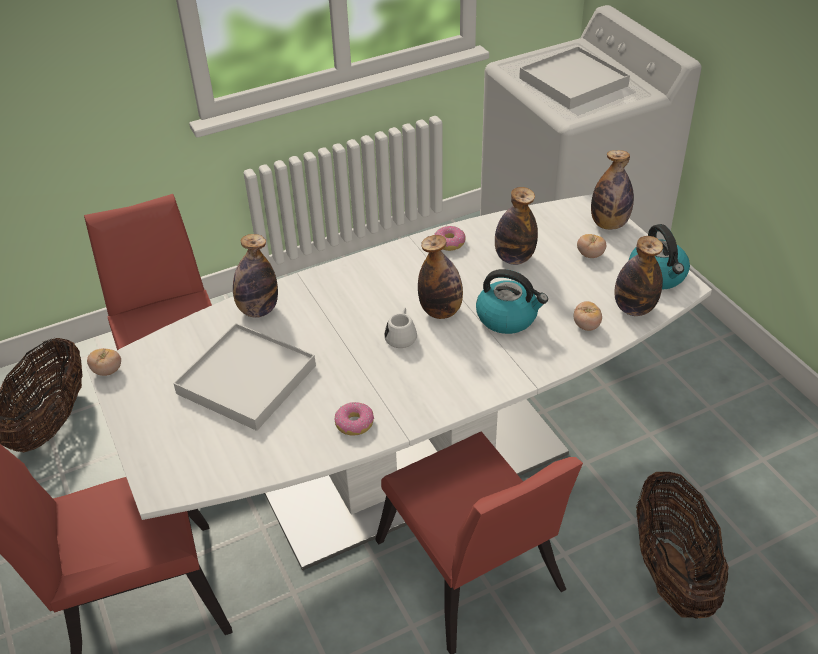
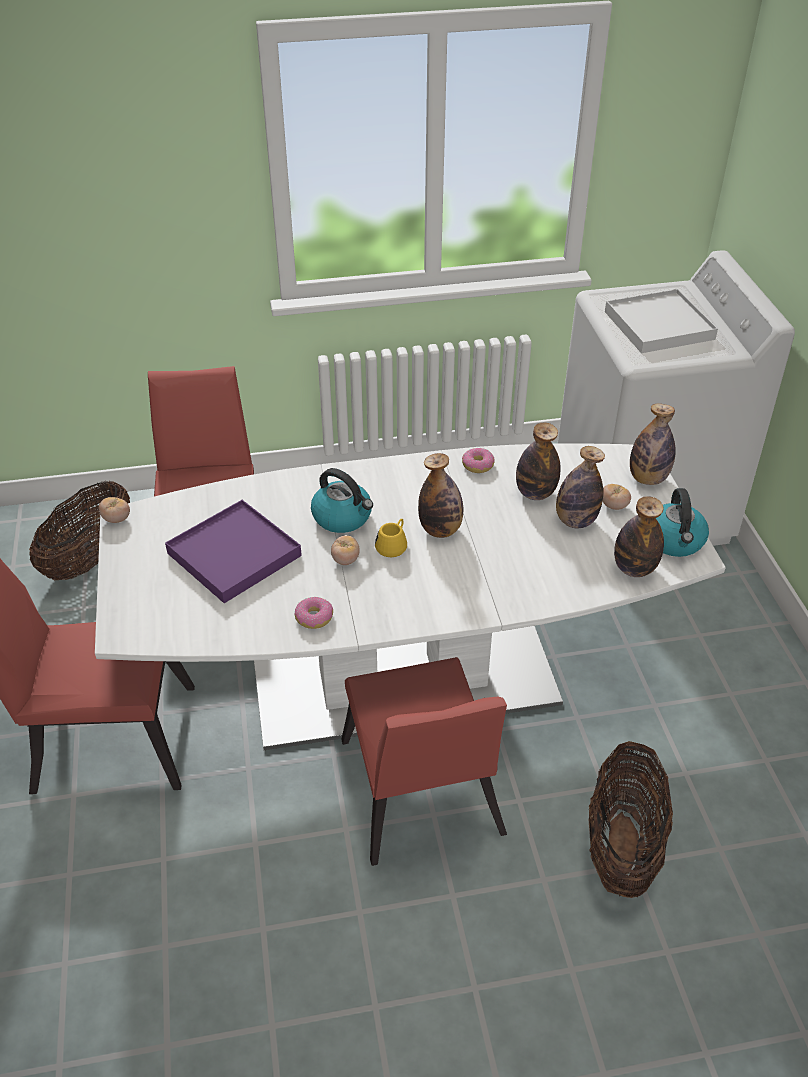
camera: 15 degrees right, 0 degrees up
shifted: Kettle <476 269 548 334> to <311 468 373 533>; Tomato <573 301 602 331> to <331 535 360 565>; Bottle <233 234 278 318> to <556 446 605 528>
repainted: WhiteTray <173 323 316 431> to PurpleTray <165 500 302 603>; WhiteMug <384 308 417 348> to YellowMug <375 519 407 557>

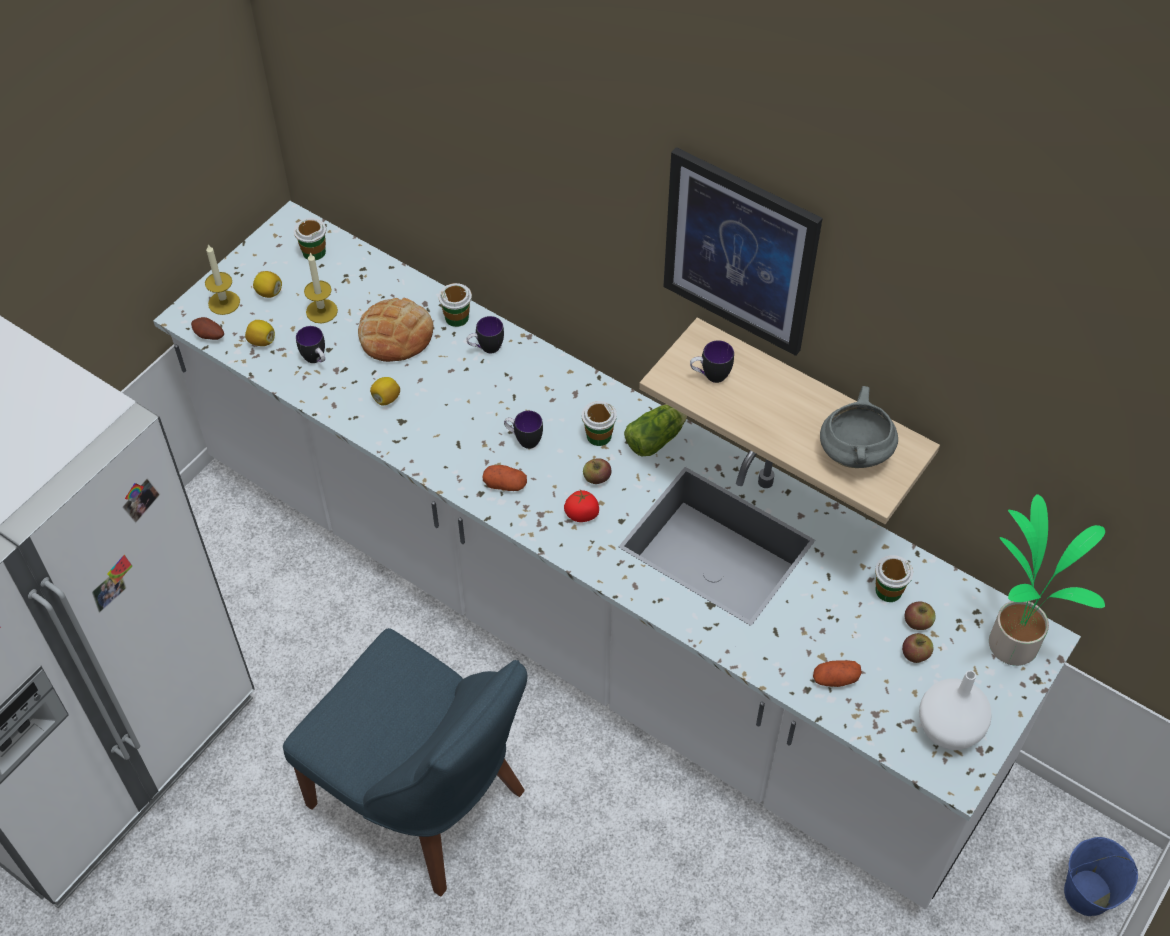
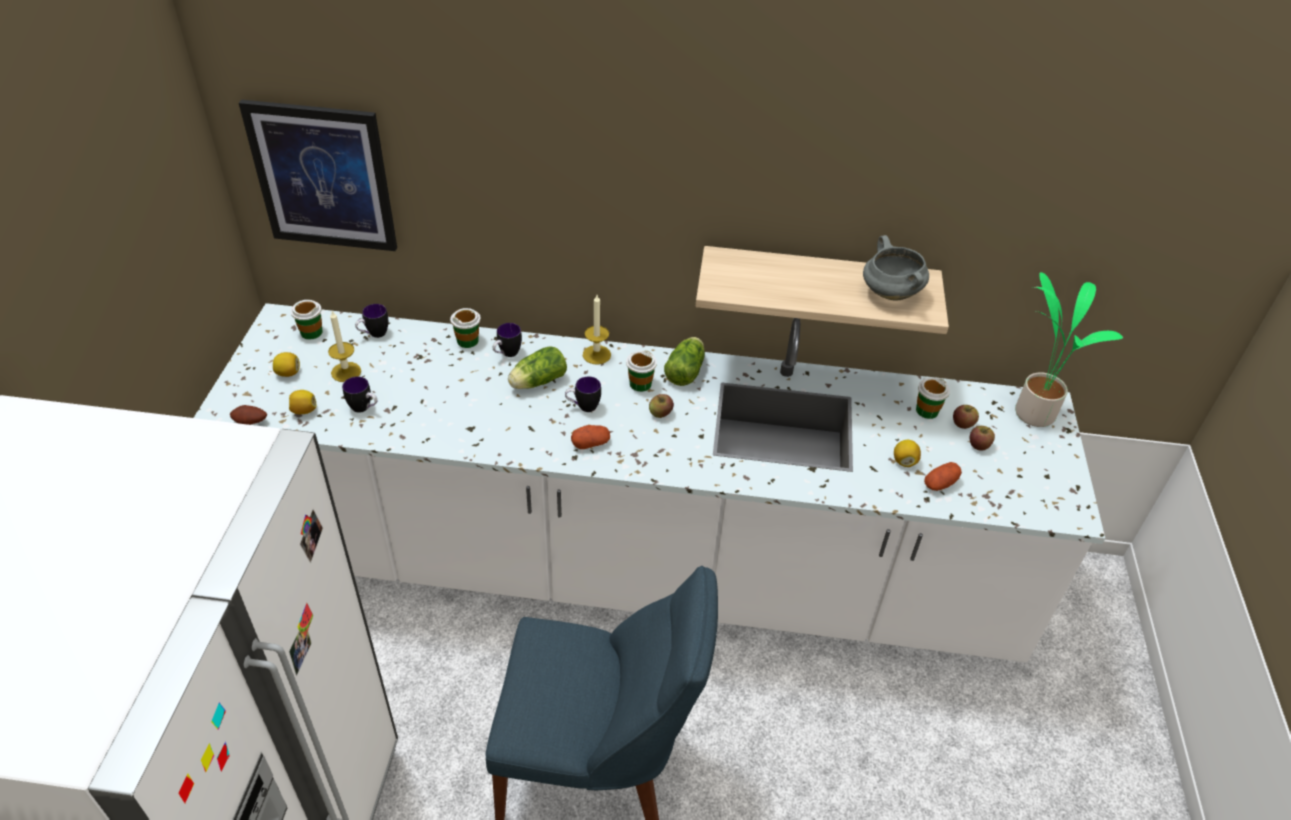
camera: 30 degrees left, 10 degrees down
gone: Bread <358 298 434 362>; Tomato <564 490 599 522>; WhiteVase <919 670 992 750>; BlueBucket <1064 837 1138 916>
new: Lettuce <508 346 567 389>
shifted: Picture <663 147 823 356> to <239 100 397 251>; Mug <690 340 734 383> to <355 304 388 338>; Candle <205 244 240 315> to <583 295 611 364>; Lemon <370 377 400 405> to <894 440 921 467>

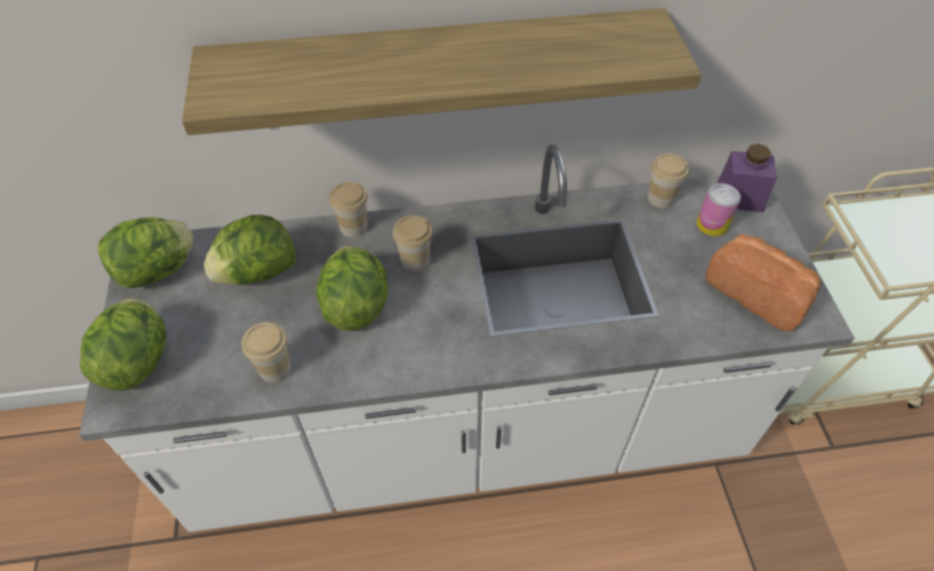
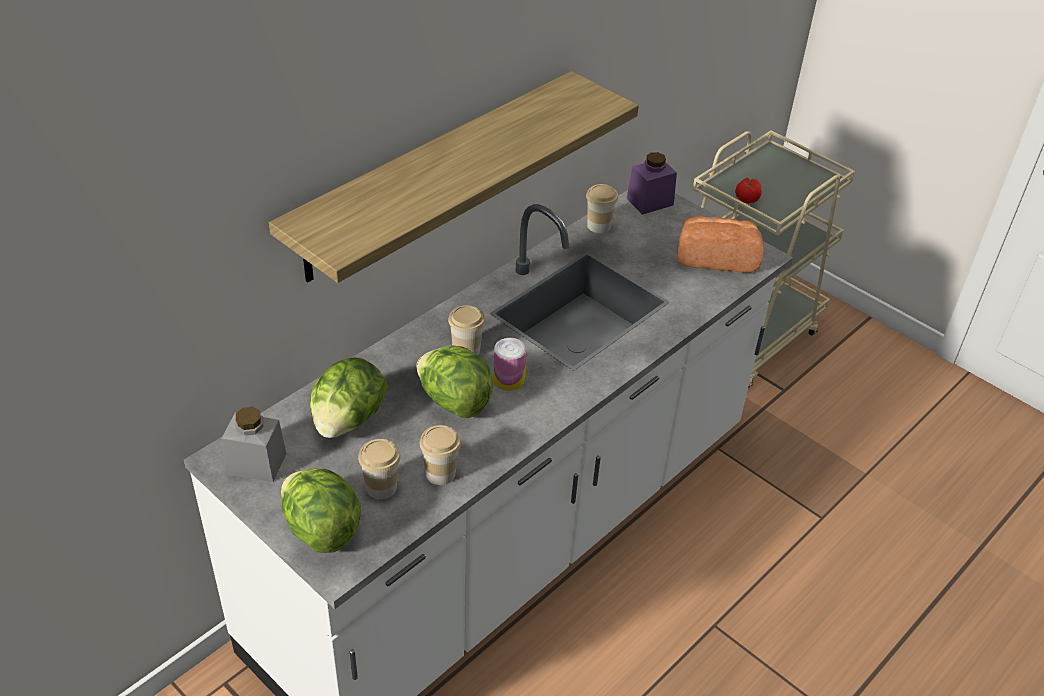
camera: 40 degrees left, 10 degrees down
new: Tomato <735 178 762 203>
shifted: Cup <329 182 368 237> to <358 439 401 500>; Can <696 183 741 236> to <493 338 527 391>
swapped: Lettuce <98 217 194 288> to GreyJar <221 407 286 482>

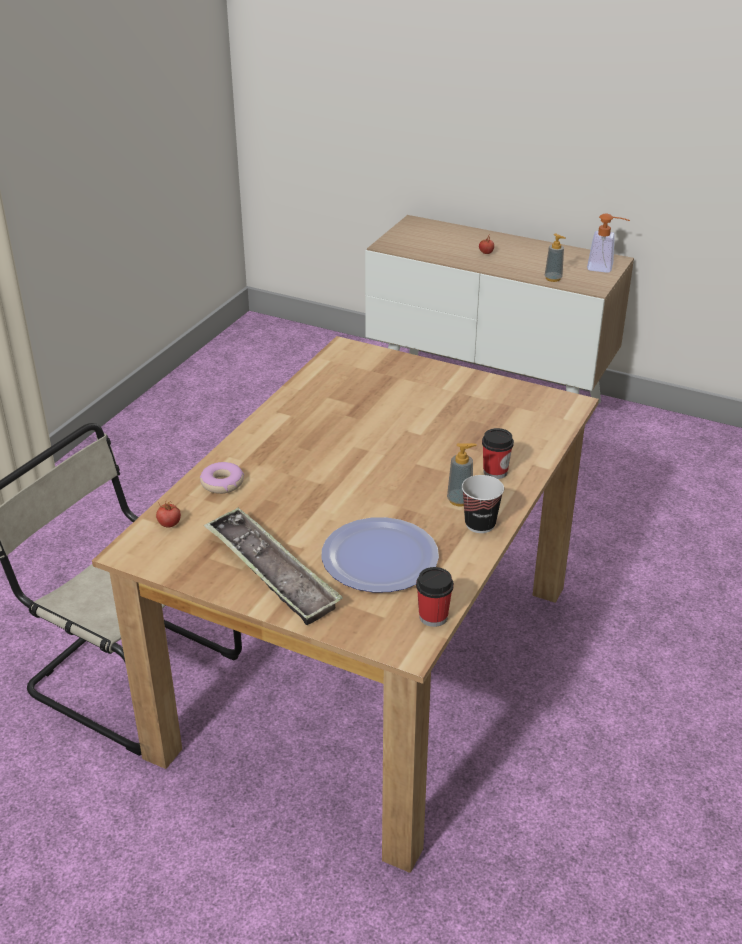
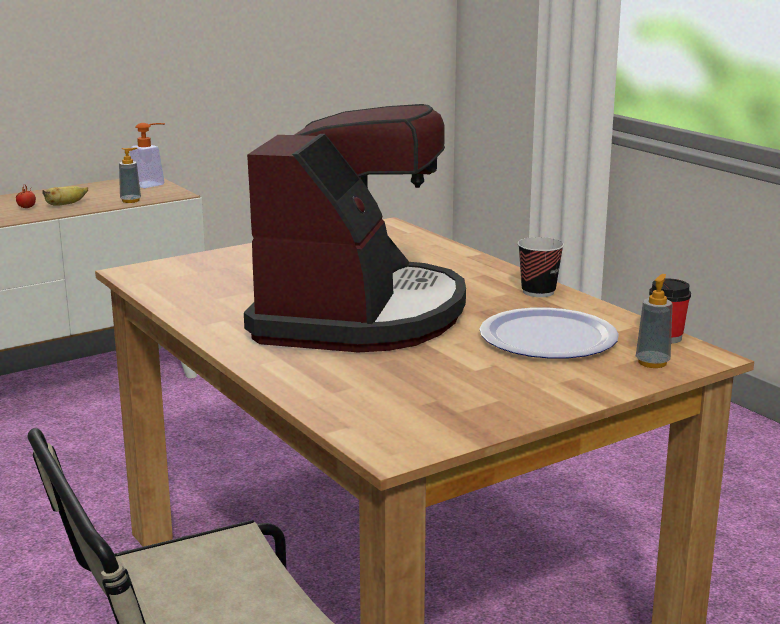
camera: 60 degrees left, 15 degrees down
gone: Tomato <156 502 181 528>; Donut <200 462 244 494>; Tray <204 508 343 625>; Cup <482 428 514 479>
new: Banana <42 186 88 206>; CoffeeMachine <244 104 466 352>
shifted: SoapDispenser <447 443 477 507> to <636 274 673 368>

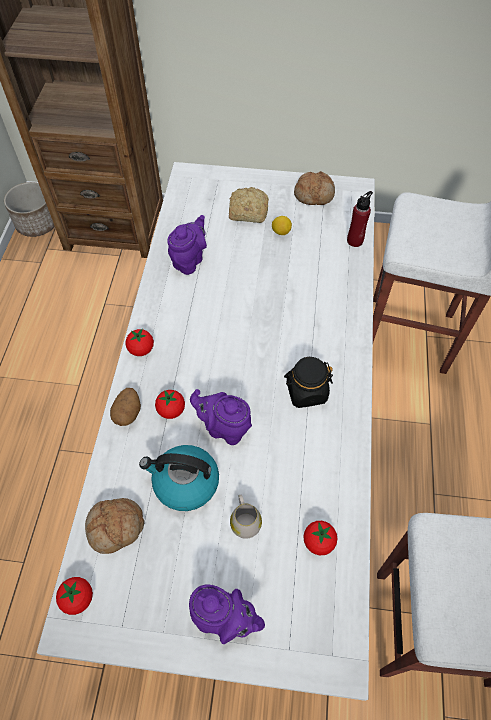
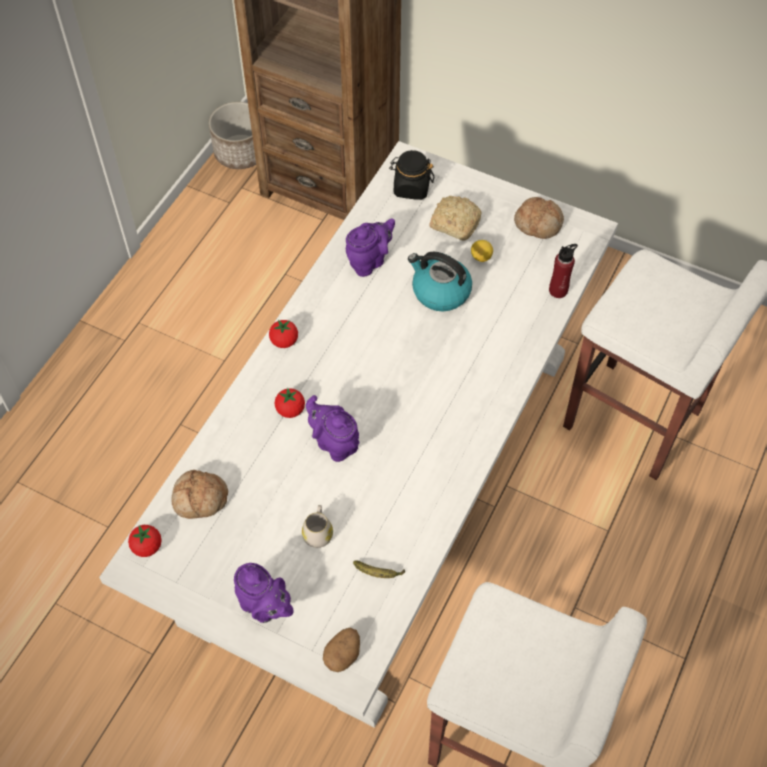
camera: 20 degrees right, 0 degrees up
shifted: Potato <110 388 141 426> to <323 628 360 672>; BlackJar <284 357 333 408> to <389 150 434 200>; Kettle <139 445 219 511> to <408 252 472 311>
swapped: Tomato <303 521 338 555> to Banana <353 560 405 578>

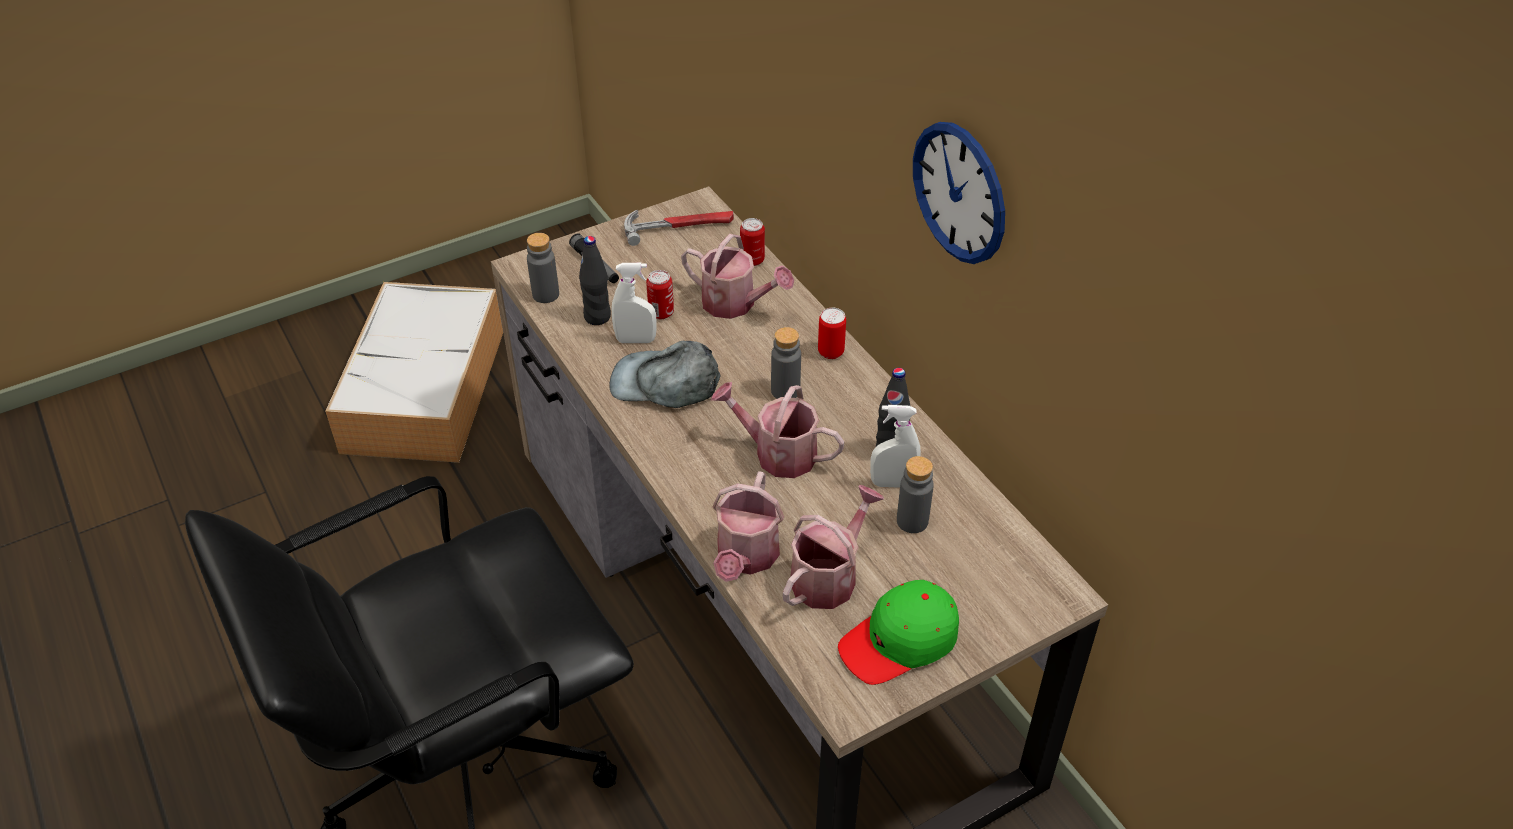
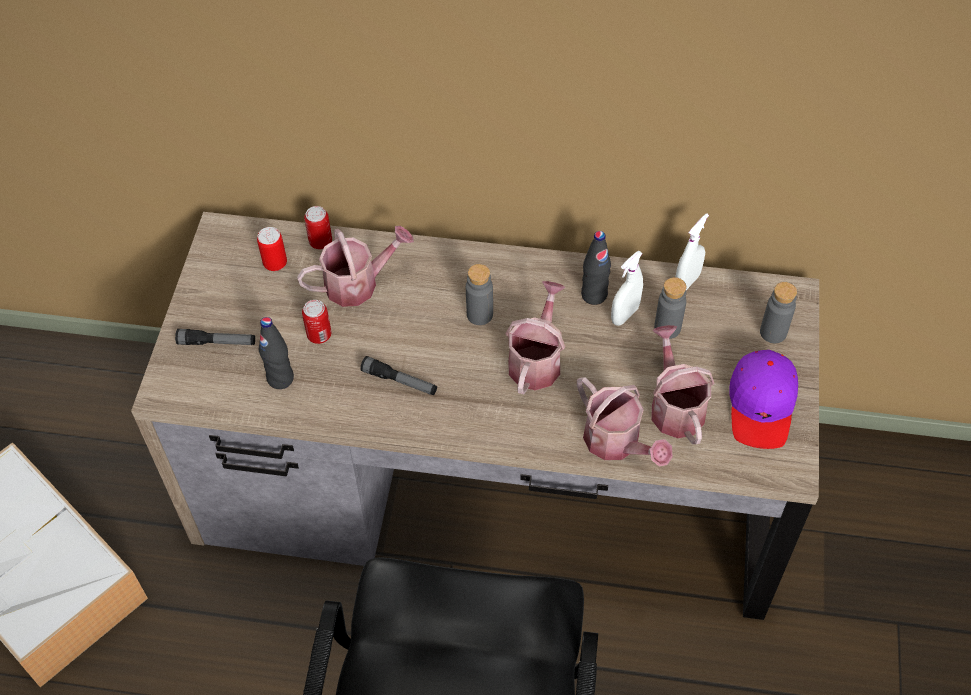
camera: 50 degrees left, 10 degrees up
gone: Hammer <624 210 734 246>; WallClock <913 122 1005 264>
shifted: Can <818 308 846 359> to <257 227 287 271>; WhiteSprayBottle <612 263 657 343> to <676 213 709 290>; GreyBottle <527 233 559 303> to <760 282 797 343>
swapped: GreyCap <609 341 720 408> to Flashlight <360 356 437 395>
repainted: GreenCap <838 580 959 685> to PurpleCap <729 350 798 449>
rotated: WateringCan <711 382 844 478> = <506 281 566 394> 135 degrees clockwise

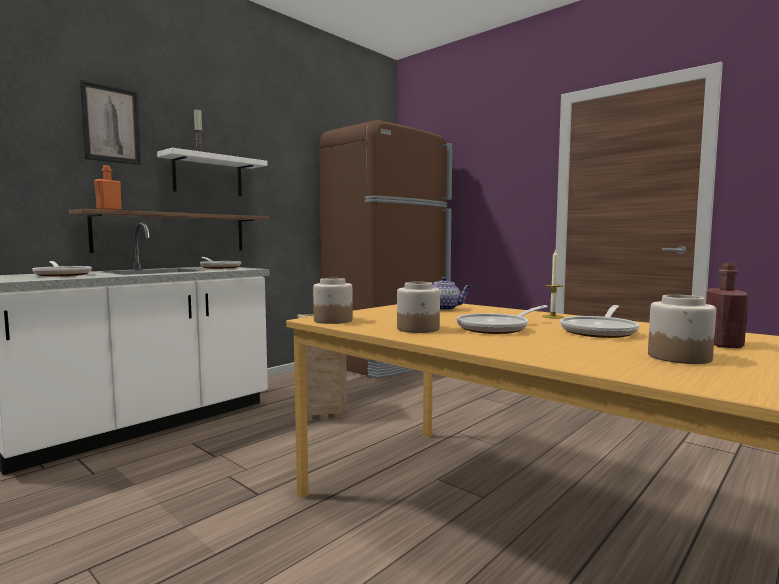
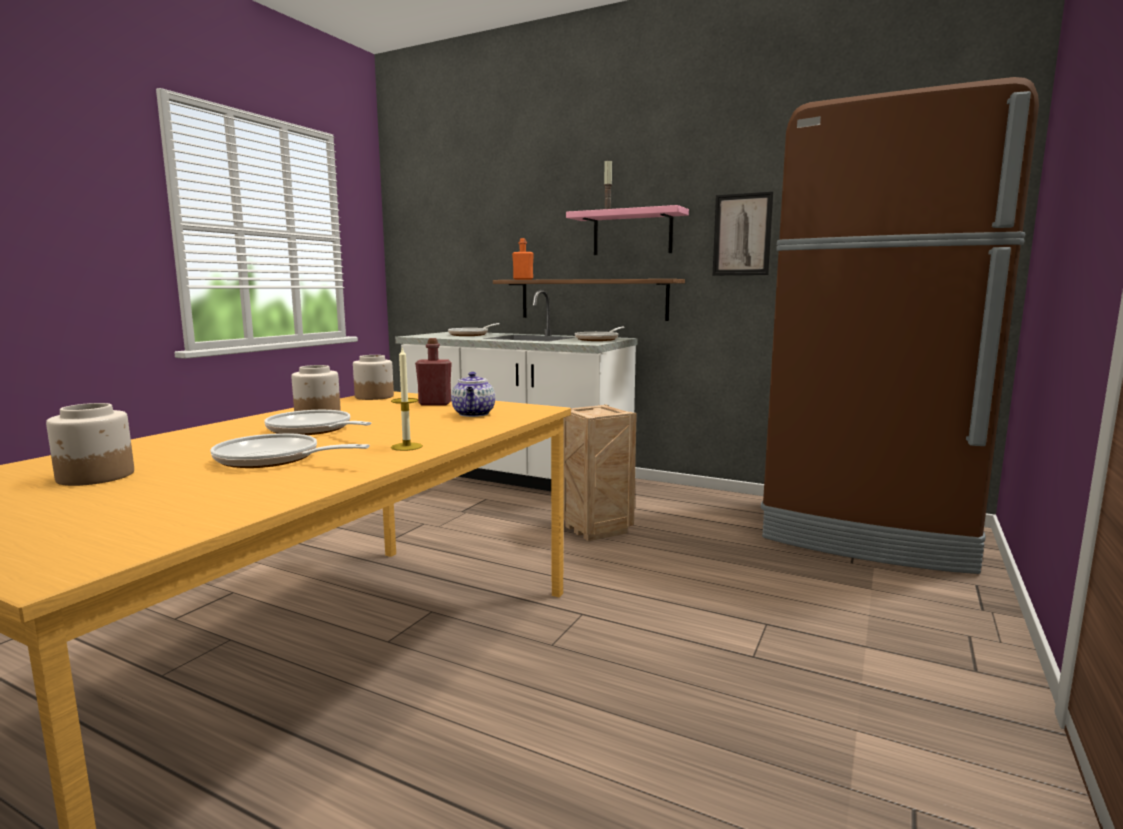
camera: 75 degrees right, 5 degrees up
shifted: RedBottle <706 263 749 348> to <415 338 452 405>; Picture <80 80 141 165> to <713 191 773 275>
repainted: WhiteShelf <157 148 267 196> to PinkShelf <566 205 689 255>

